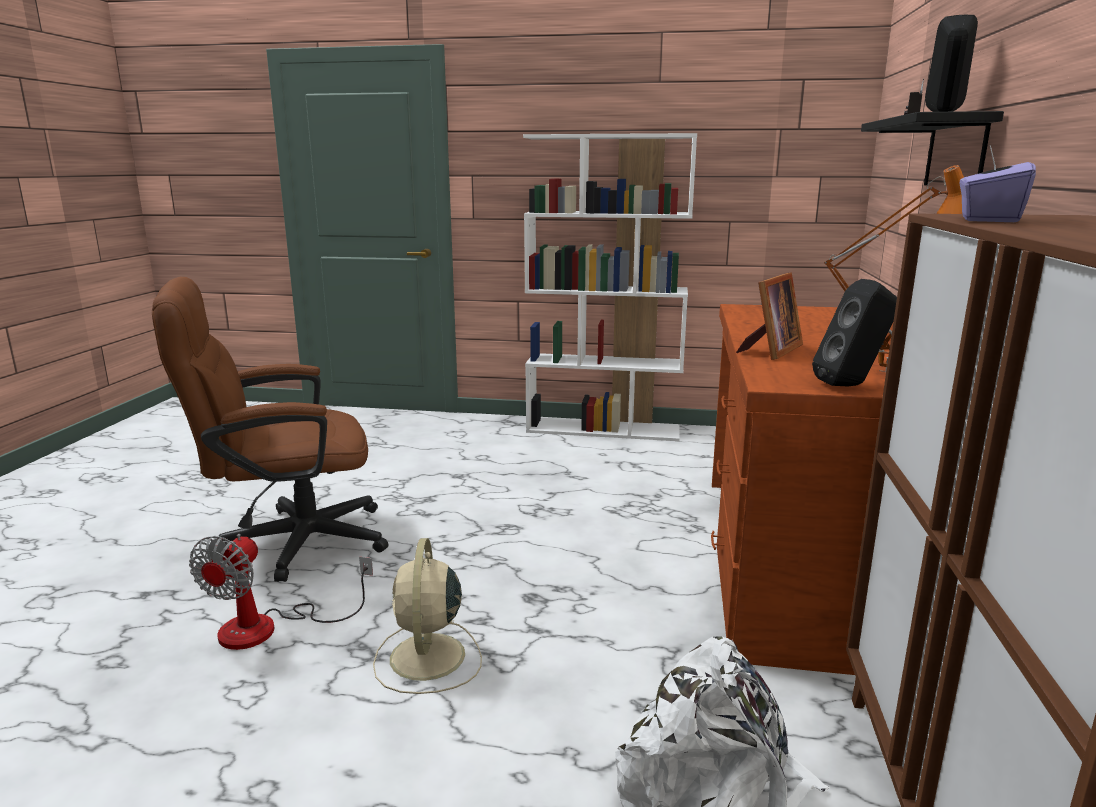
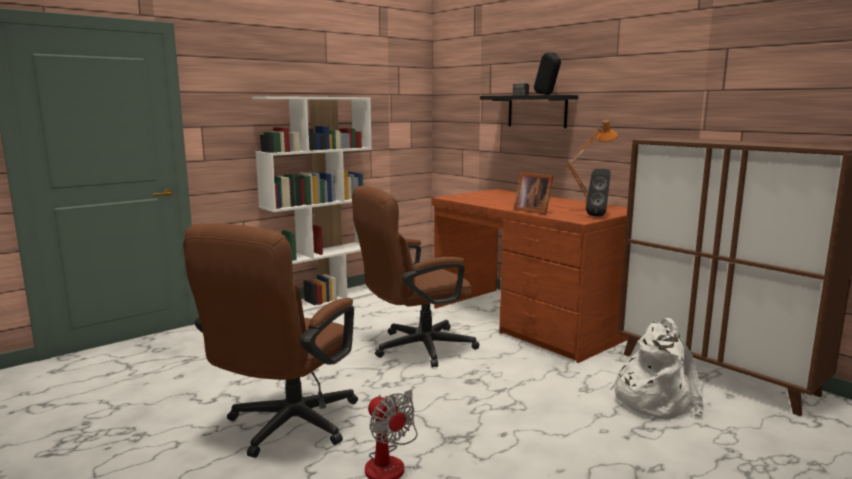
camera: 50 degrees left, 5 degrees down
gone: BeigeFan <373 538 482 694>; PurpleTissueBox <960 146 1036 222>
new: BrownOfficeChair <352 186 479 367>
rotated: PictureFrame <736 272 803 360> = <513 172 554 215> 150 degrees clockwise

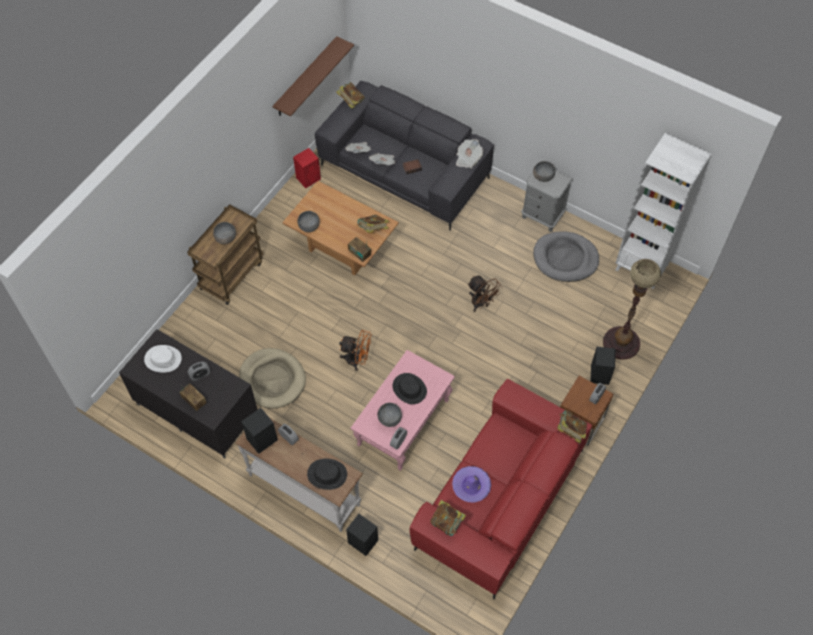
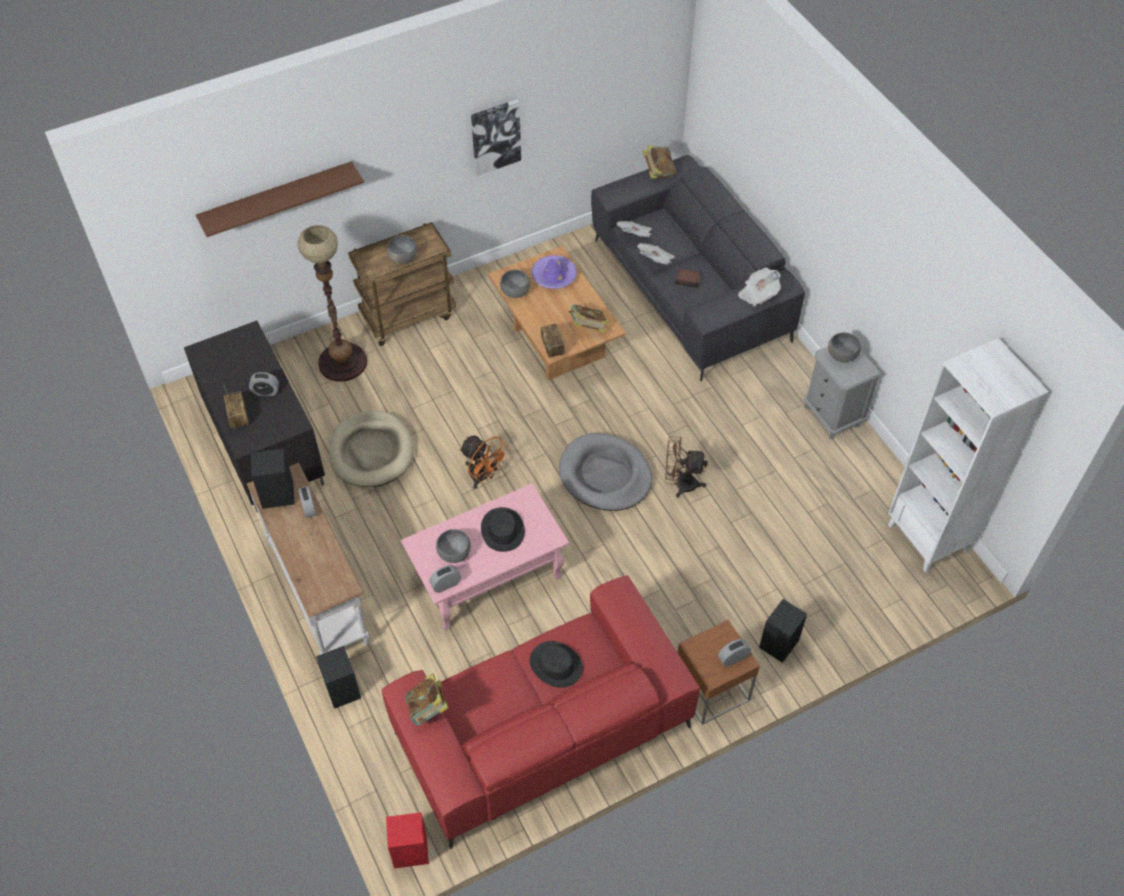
camera: 30 degrees right, 5 degrees down
gone: WhiteHat <144 345 182 373>; Book <557 410 587 443>
new: Picture <471 99 521 176>
shifted: BrownShelf <273 36 354 117> to <196 161 364 237>; FloorLamp <603 259 661 360> to <297 225 367 382>; RedSpeaker <293 148 321 188> to <386 812 429 869>; BlackHat <307 459 347 490> to <530 641 583 688>; PurpleHat <452 466 491 503> to <531 255 577 289>; GreyDogBed <533 231 599 282> to <559 433 652 511>
rotated: BrownFan <468 276 502 312> = <665 437 708 498> 105 degrees clockwise

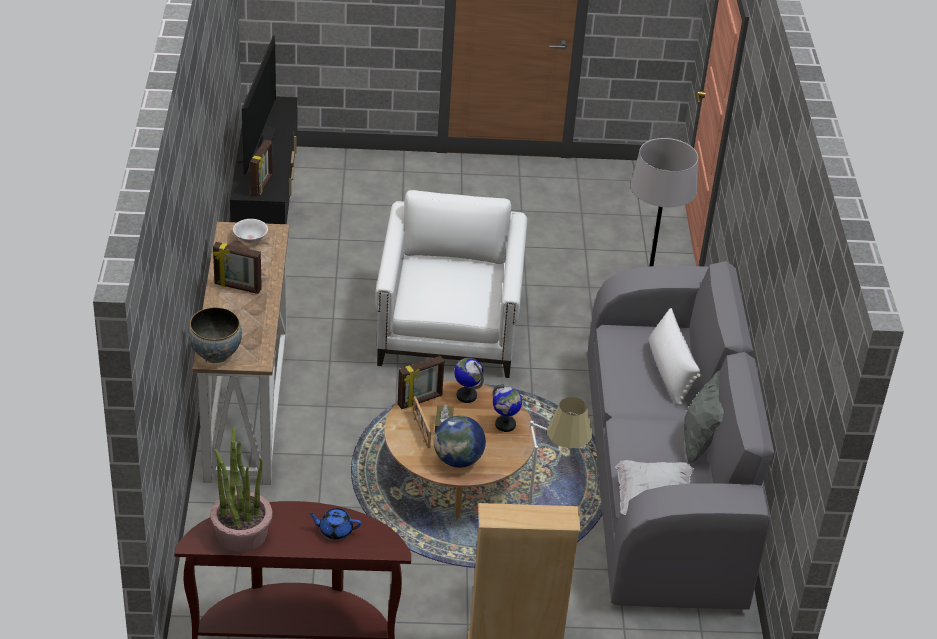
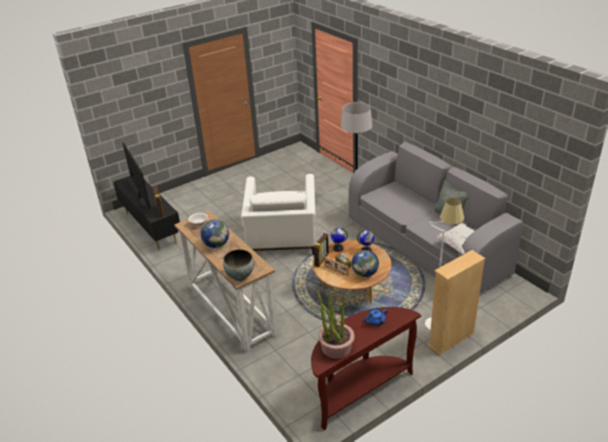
camera: 30 degrees left, 5 degrees down
gone: WhitePillow <649 308 701 406>
swapped: PictureFrame <213 242 262 294> to Globe <200 220 229 248>
rotated: WhiteArmchair <375 190 527 378> = <241 174 316 255> 150 degrees counterclockwise

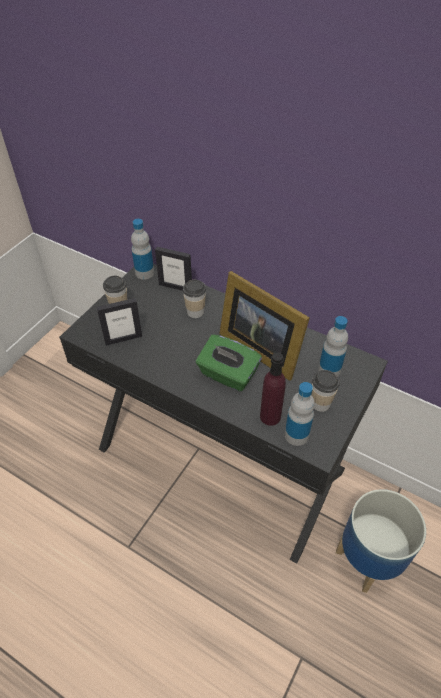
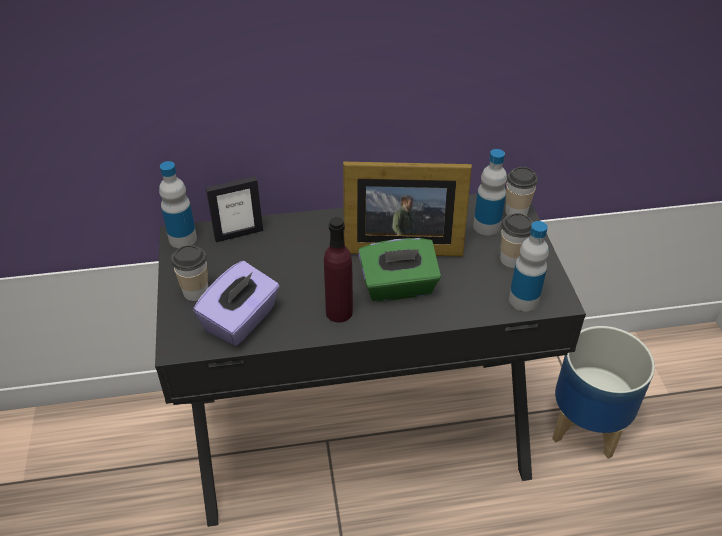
camera: 40 degrees left, 5 degrees down
shifted: PurpleBottle <260 353 286 426> to <324 217 353 323>; Cup <183 280 206 318> to <505 167 538 216>
swapped: PictureFrame <97 298 142 346> to PurpleTissueBox <193 261 280 346>

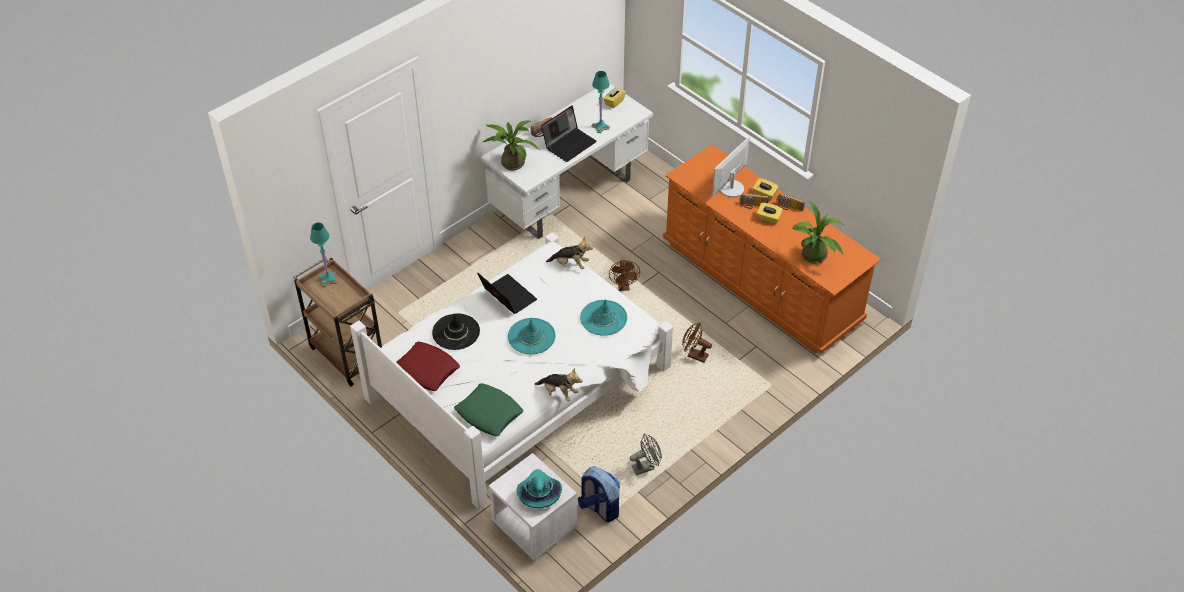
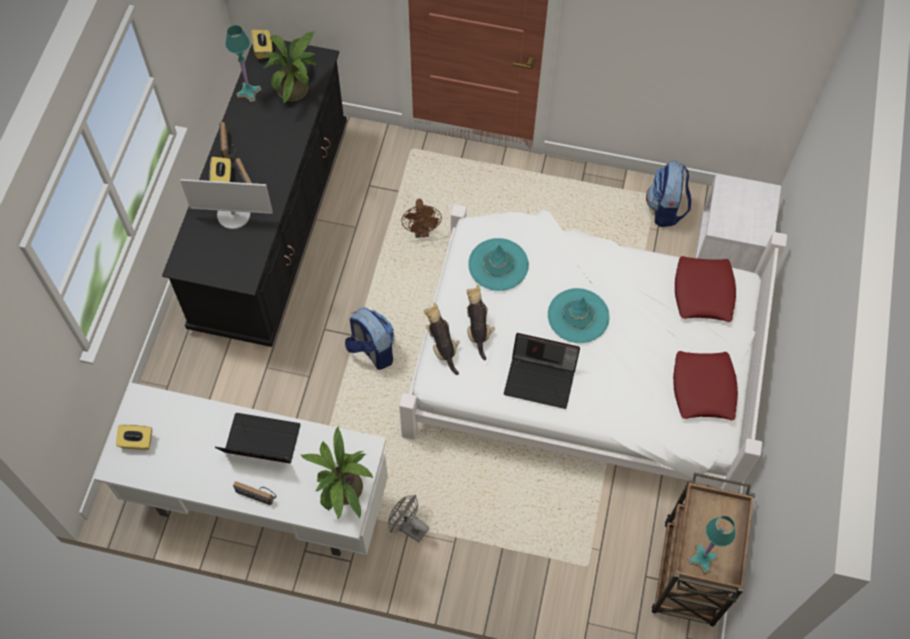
camera: 125 degrees left, 15 degrees up
gone: BlackHat <432 313 480 350>; TurquoiseHat <517 469 562 508>
shifted: TurquoiseTableLamp <591 71 610 133> to <225 25 262 103>; YellowTissueBox <757 203 783 224> to <251 30 272 59>; GreyFan <630 434 662 475> to <388 495 429 542>; PlushToy <534 368 583 401> to <467 284 495 360>
swapped: BrownFan <609 259 640 291> to Backpack <345 307 394 370>
repainted: OrangeDresser <663 145 881 354> to BlackDresser <162 41 347 347>; GreenPillow <454 383 524 436> to RedPillow <675 256 736 322>
rotated: Laptop <477 273 537 314> = <504 333 580 409> 90 degrees counterclockwise

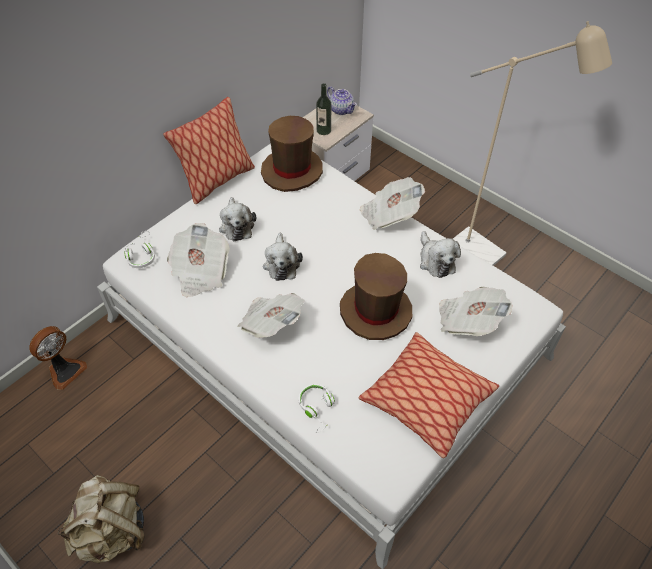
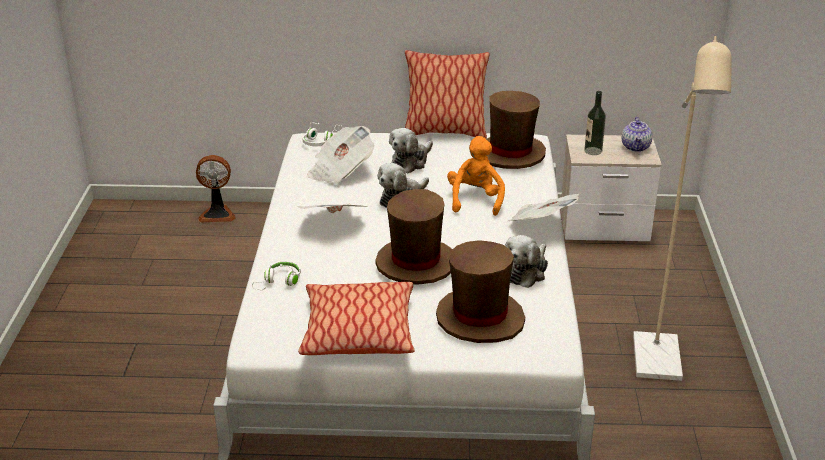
camera: 50 degrees right, 20 degrees down
gone: BeigeBackpack <58 475 145 563>
new: OrangePlushToy <447 136 505 216>
swapped: Newspaper <439 287 512 336> to BrownHat <436 240 525 343>

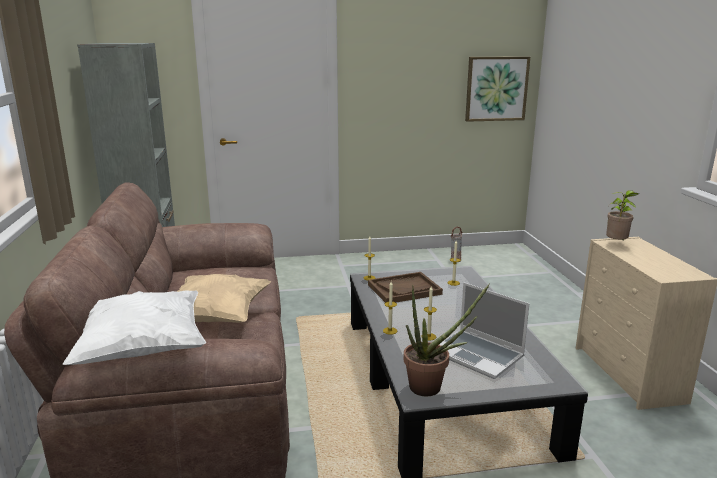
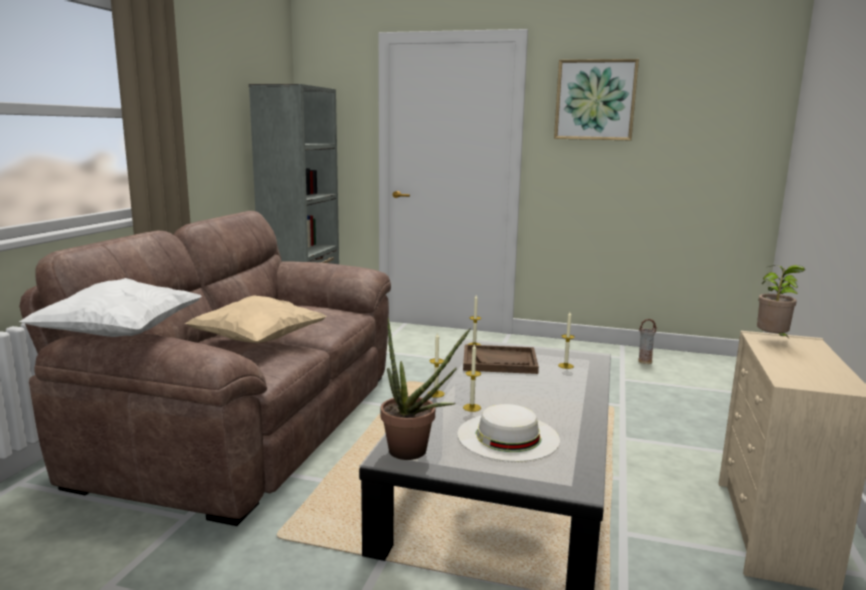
camera: 25 degrees right, 5 degrees down
shifted: Picture <465 56 530 122> to <554 59 639 140>
swapped: Laptop <439 282 530 379> to WhiteHat <457 404 560 462>

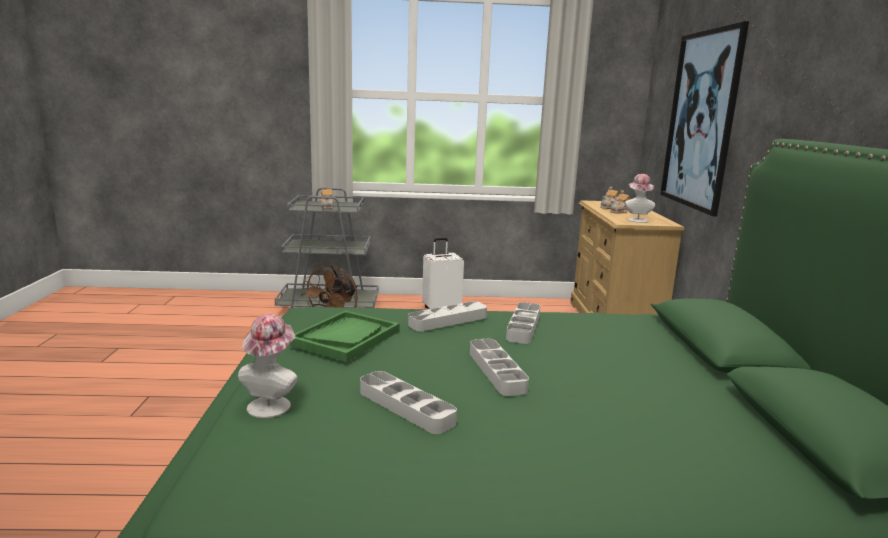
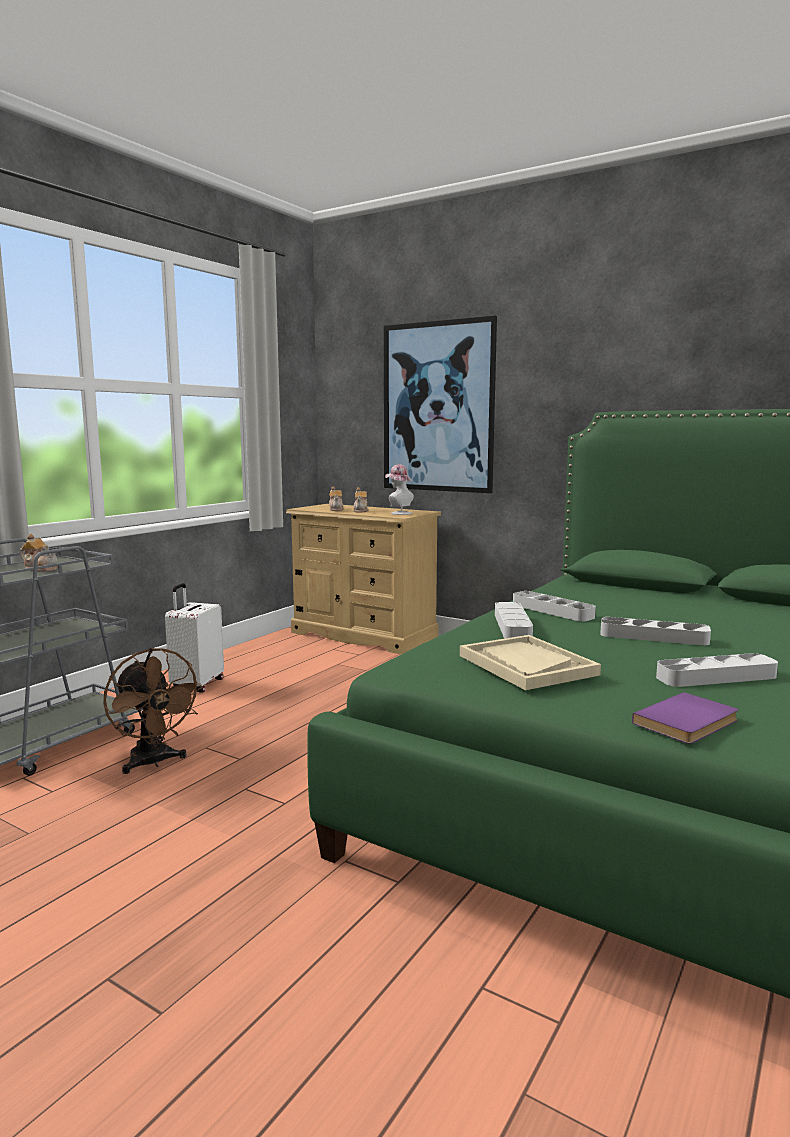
camera: 55 degrees left, 5 degrees down
swapped: Hat <238 314 298 418> to PurpleBook <632 692 738 744>
repainted: GreenTray <289 310 399 362> to BeigeTray <460 635 601 690>

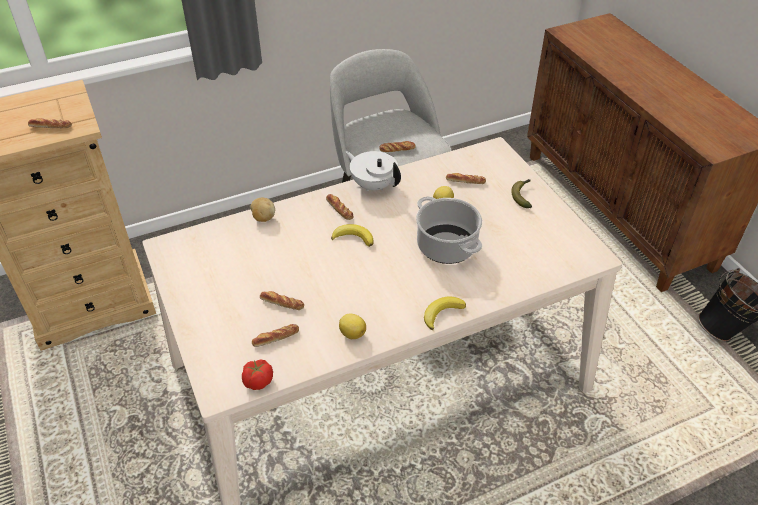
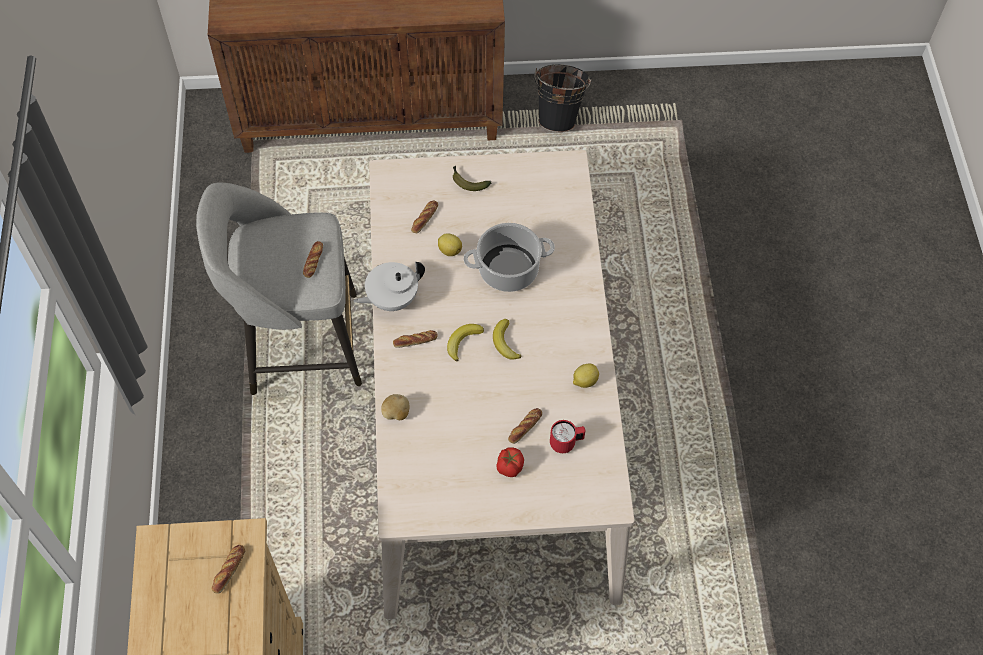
camera: 70 degrees left, 15 degrees up
shifted: Banana <424 297 466 330> to <493 319 521 360>; Tomato <242 360 273 390> to <496 447 524 477>
swapped: Bread <252 324 299 347> to RedMug <550 420 585 453>

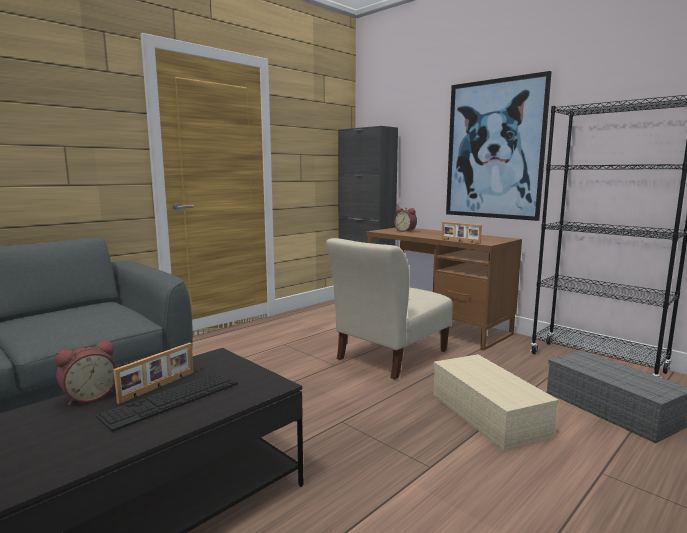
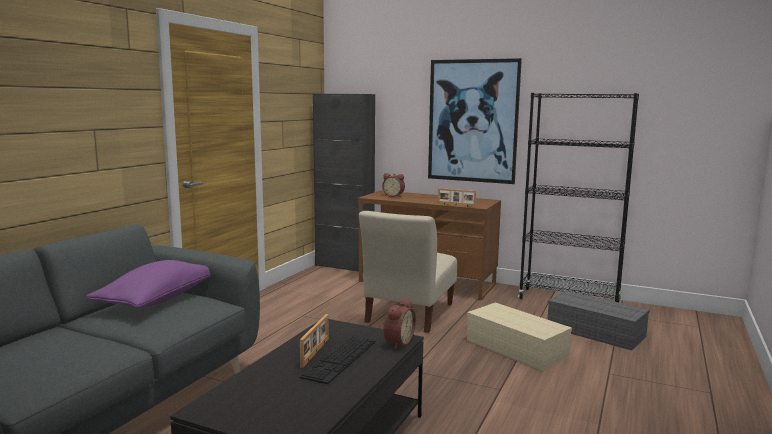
camera: 20 degrees left, 0 degrees up
new: PurplePillow <86 260 211 308>
shifted: AlarmClock <55 340 117 405> to <383 298 416 349>

